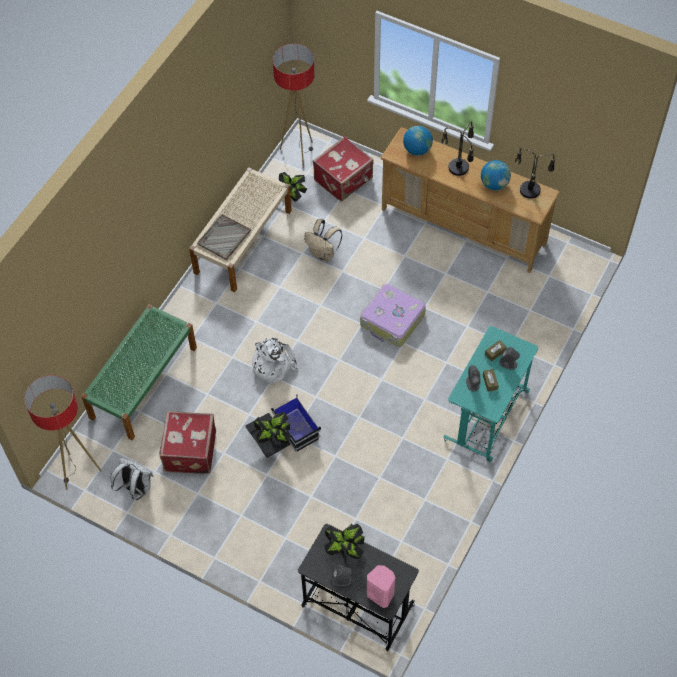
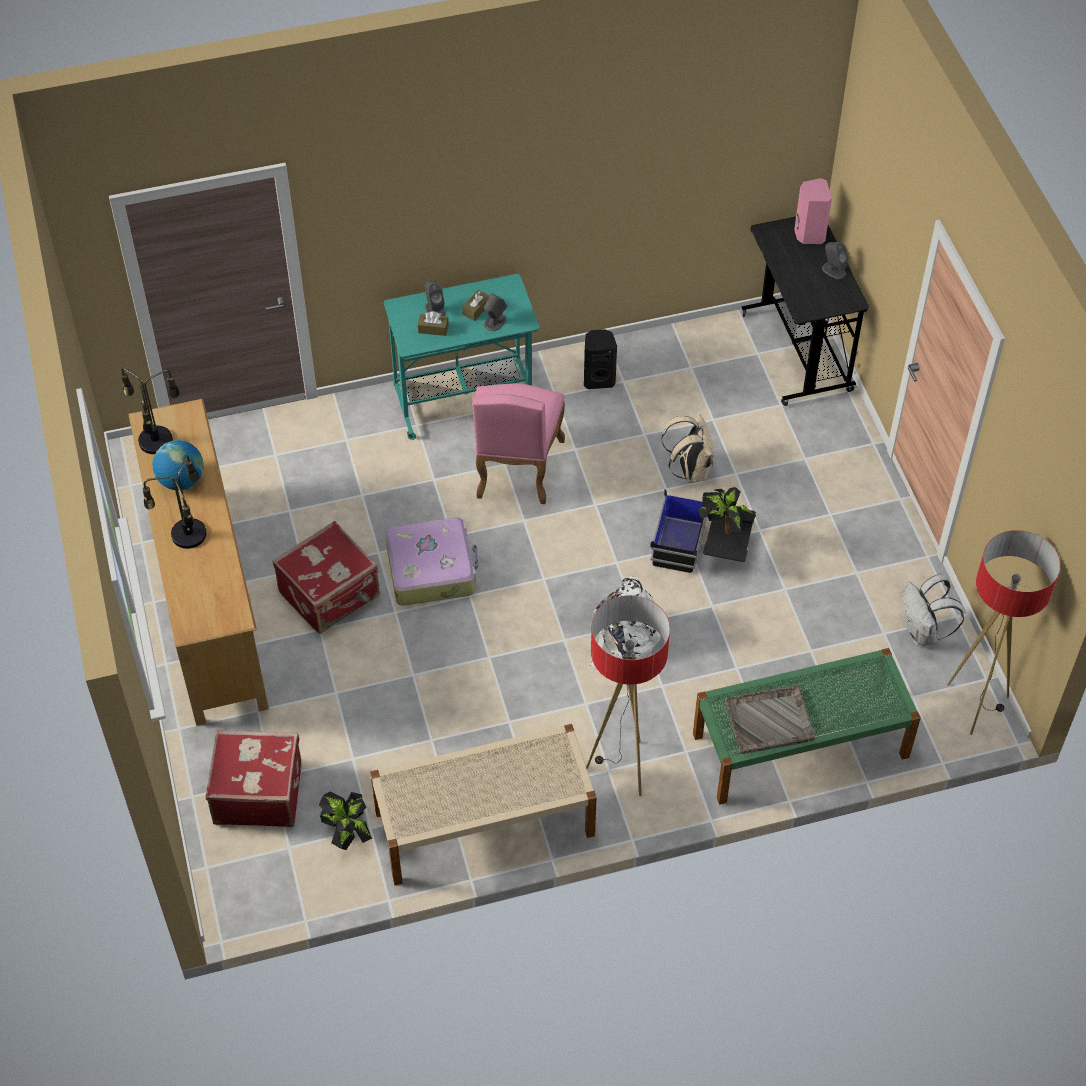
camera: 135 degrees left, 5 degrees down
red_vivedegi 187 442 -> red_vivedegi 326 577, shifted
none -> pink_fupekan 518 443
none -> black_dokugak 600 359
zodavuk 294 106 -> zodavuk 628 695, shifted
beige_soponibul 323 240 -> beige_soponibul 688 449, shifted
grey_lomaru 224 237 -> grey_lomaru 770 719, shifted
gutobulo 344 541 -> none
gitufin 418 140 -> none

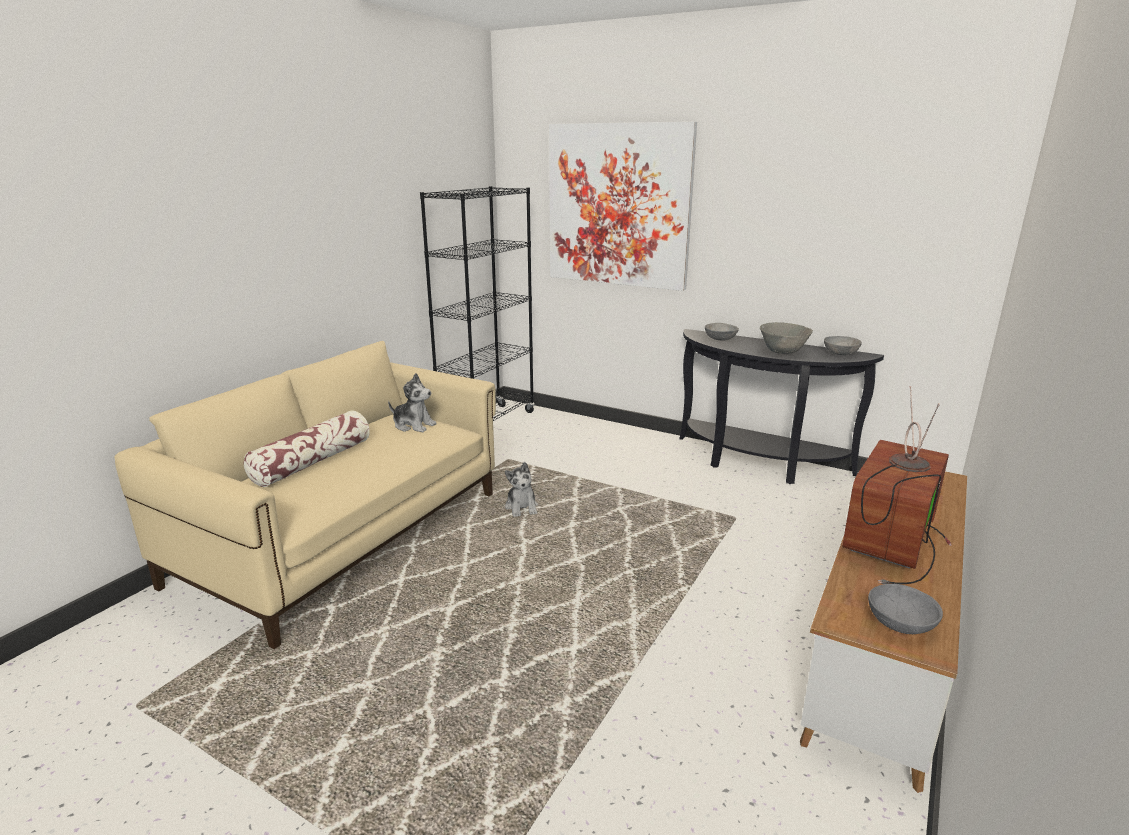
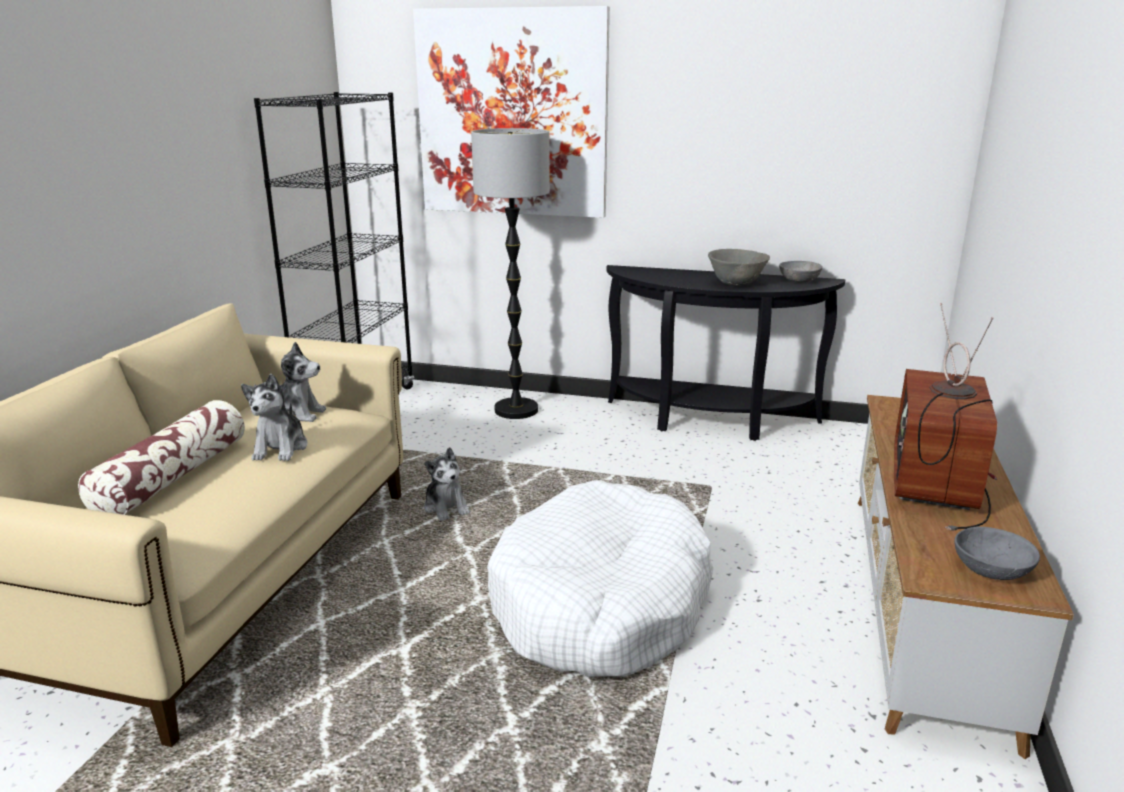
camera: 15 degrees left, 0 degrees up
none -> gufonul 274 417
none -> zodavuk 510 273
none -> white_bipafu 600 578
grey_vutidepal 722 332 -> none

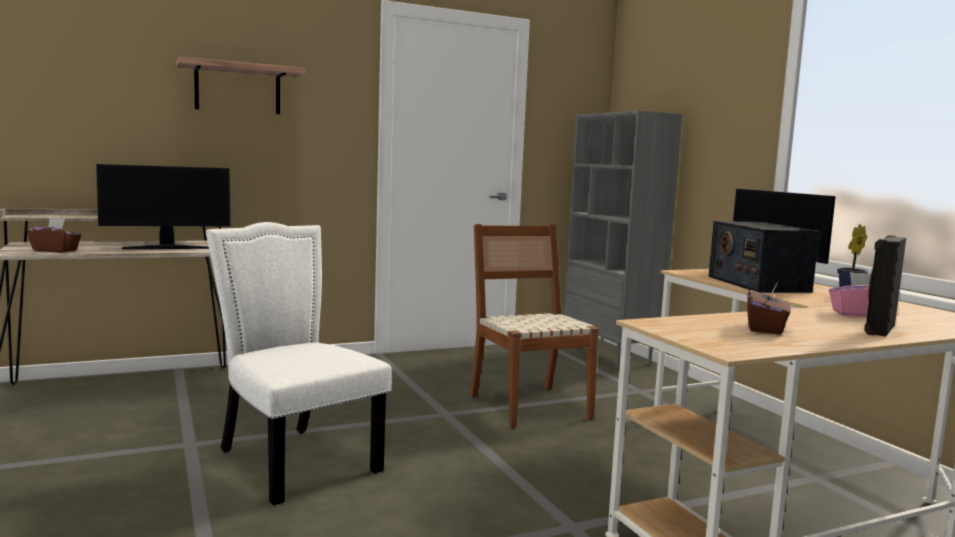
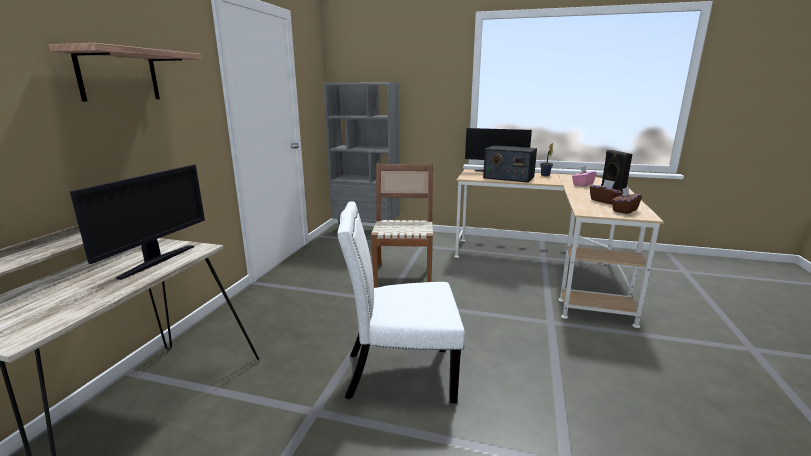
camera: 50 degrees left, 10 degrees up
fupekan 534 326 -> fupekan 402 225, 75 degrees clockwise
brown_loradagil 54 235 -> brown_loradagil 627 200, shifted

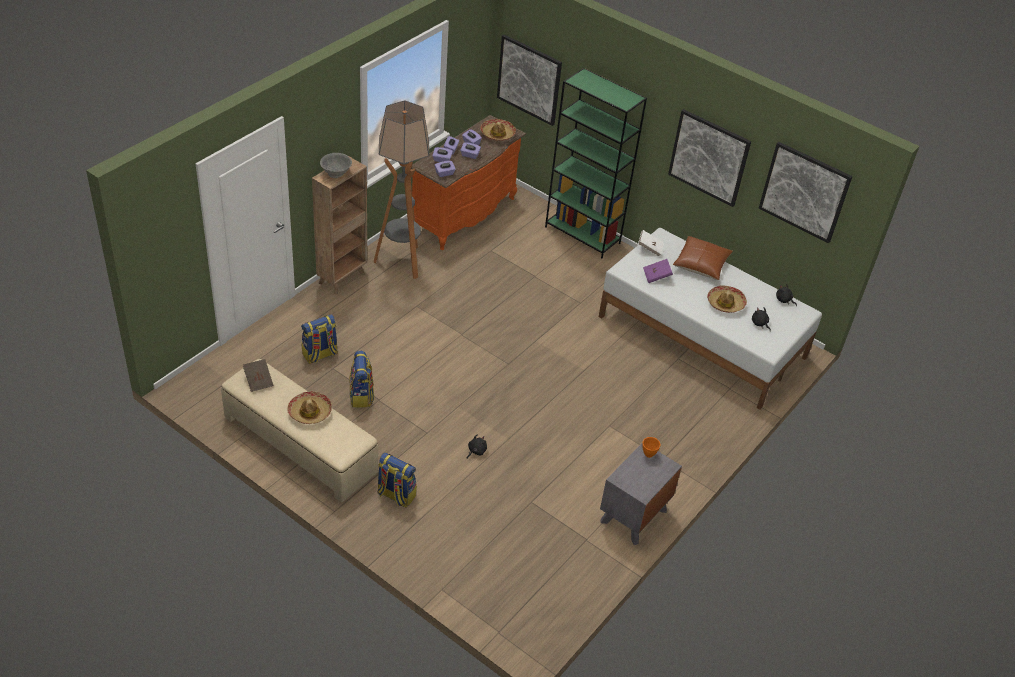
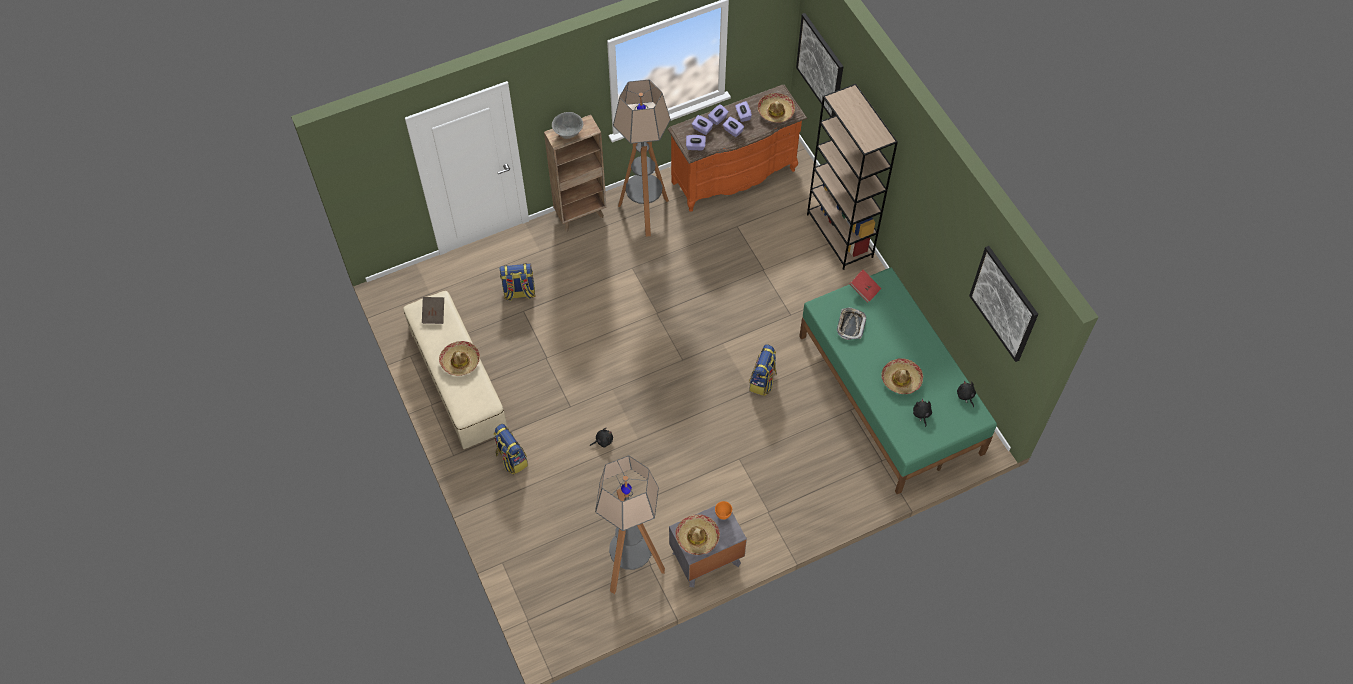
camera: 30 degrees right, 15 degrees up
none -> zodavuk 630 525
none -> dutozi 697 534
soponibul 361 379 -> soponibul 763 370, shifted
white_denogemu 710 319 -> green_denogemu 898 381
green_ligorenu 596 163 -> beige_ligorenu 852 177
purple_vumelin 658 271 -> lomaru 851 324
white_vumelin 651 243 -> red_vumelin 866 286
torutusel 709 158 -> none
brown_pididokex 703 258 -> none

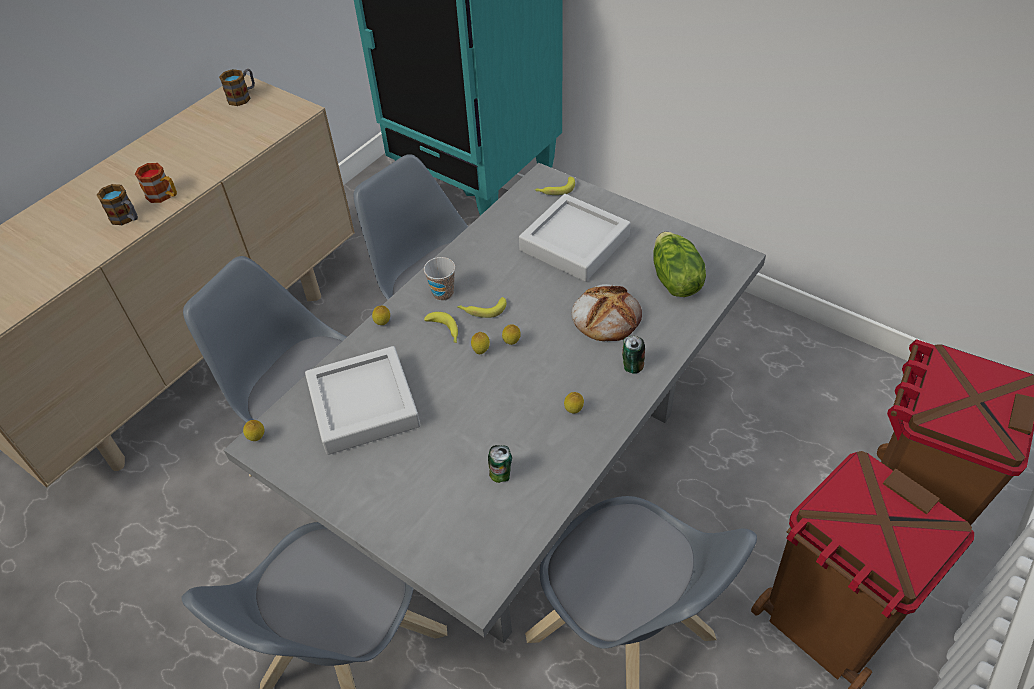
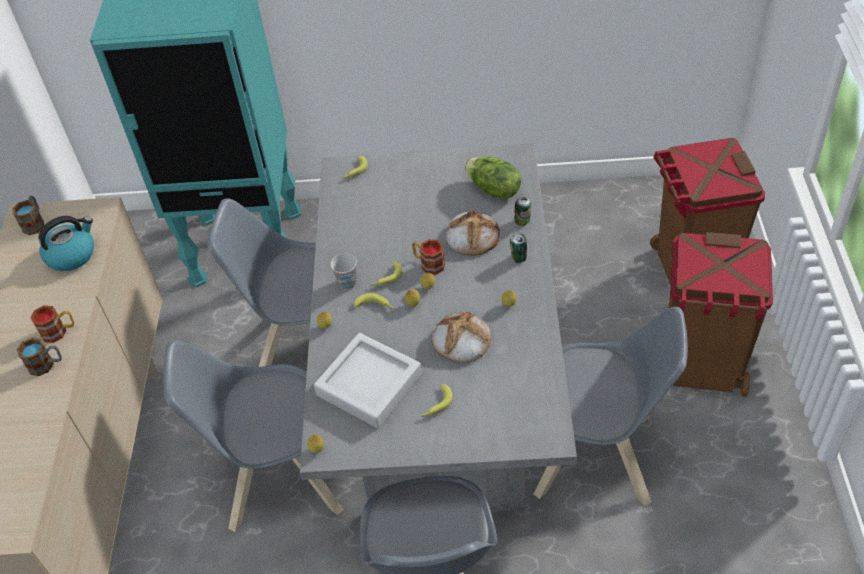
camera: 35 degrees left, 0 degrees up
none -> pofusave 66 243
none -> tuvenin 428 257
none -> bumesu 437 400
none -> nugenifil 461 337
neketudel 500 464 -> neketudel 522 211, shifted
grey_lomaru 575 238 -> none

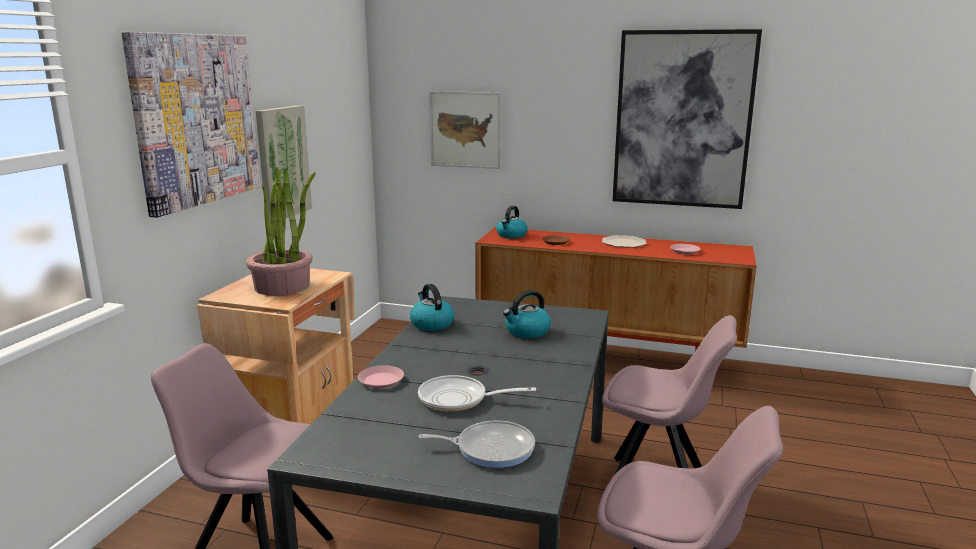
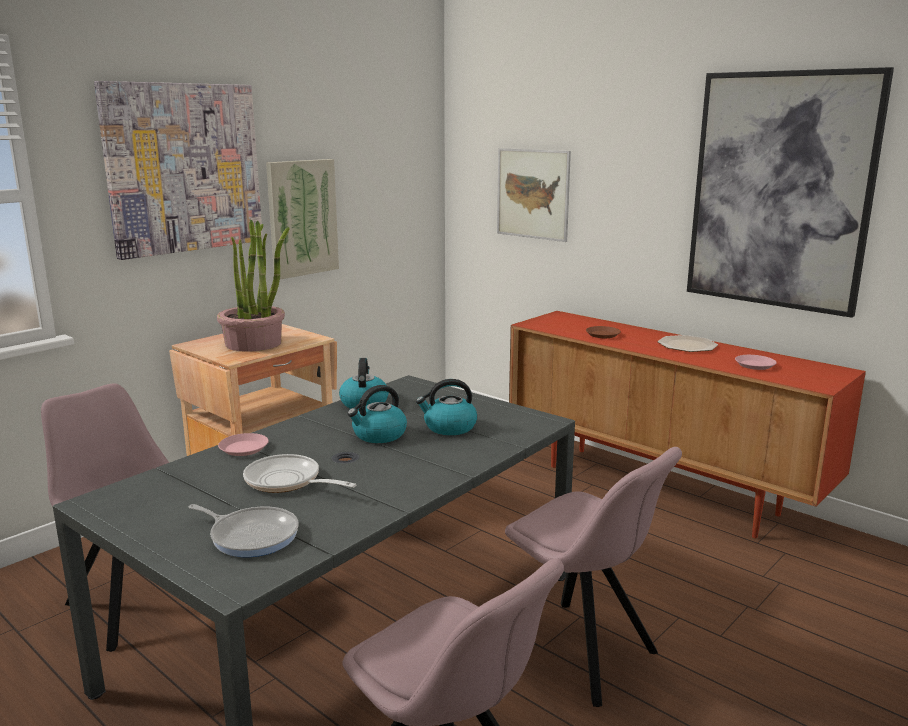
camera: 25 degrees right, 0 degrees up
pofusave 512 222 -> pofusave 377 414, shifted

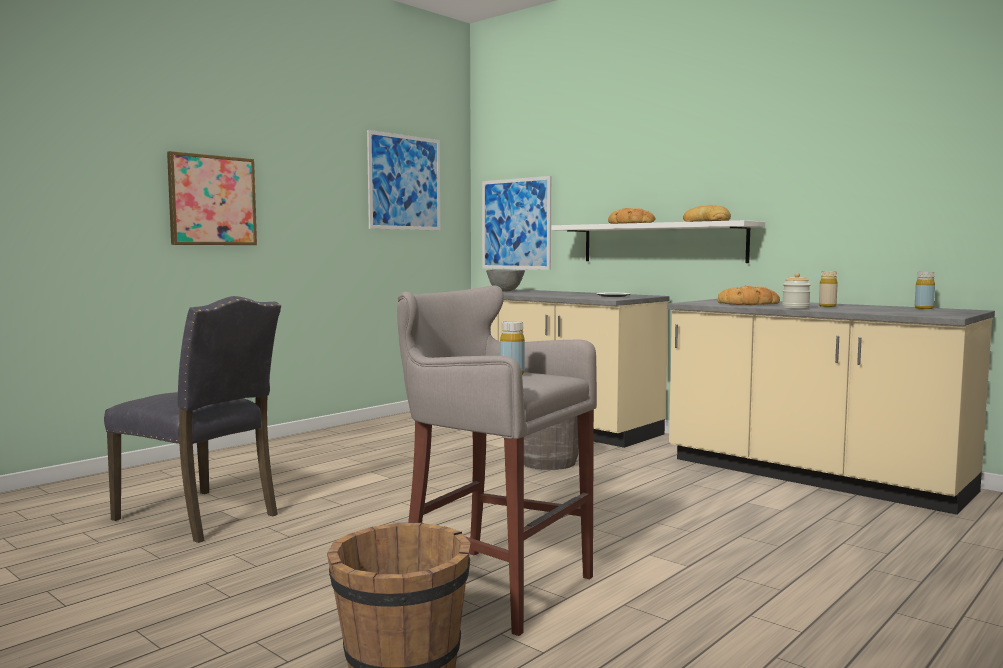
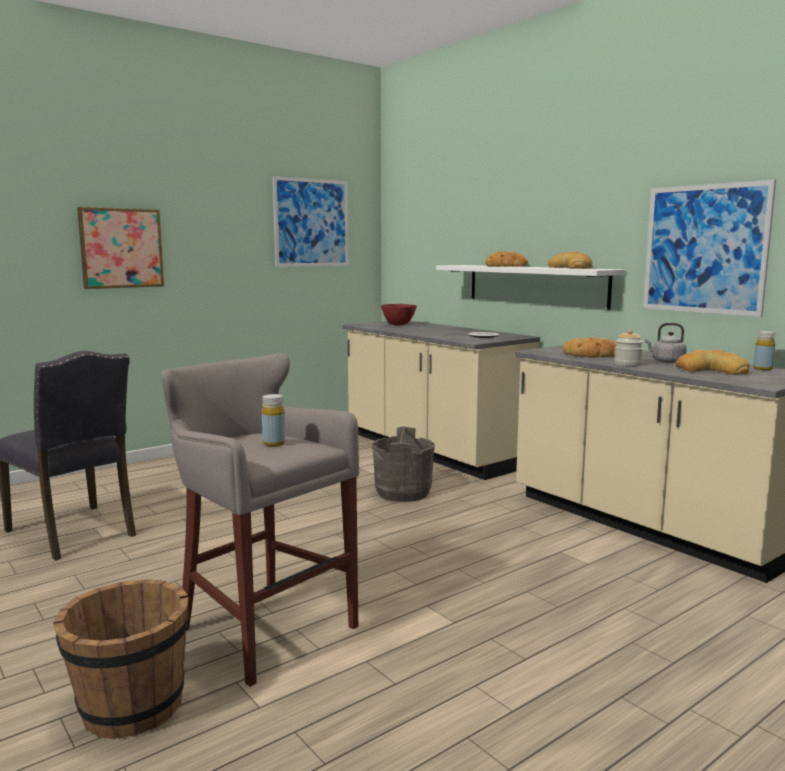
camera: 10 degrees right, 5 degrees up
grey_vutidepal 505 280 -> red_vutidepal 399 314
torutusel 516 223 -> torutusel 709 248, shifted
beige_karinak 828 289 -> grey_pofusave 666 343
none -> nugenifil 713 362

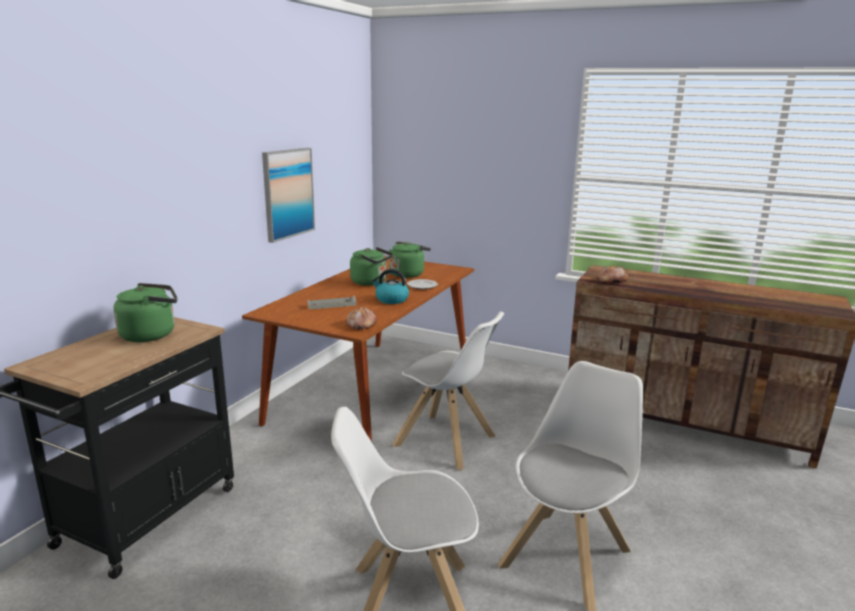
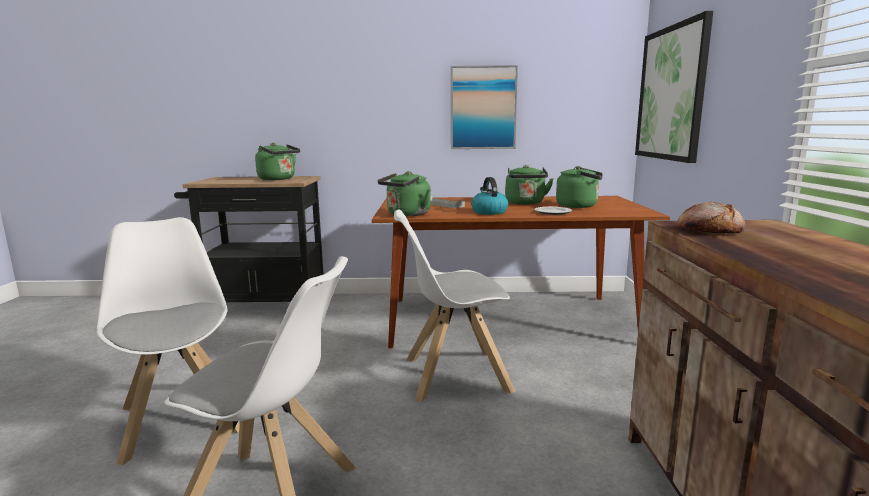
camera: 65 degrees right, 5 degrees down
nugenifil 361 318 -> green_pofusave 404 193
fupekan 448 390 -> fupekan 454 305, 75 degrees clockwise
none -> torutusel 674 87

